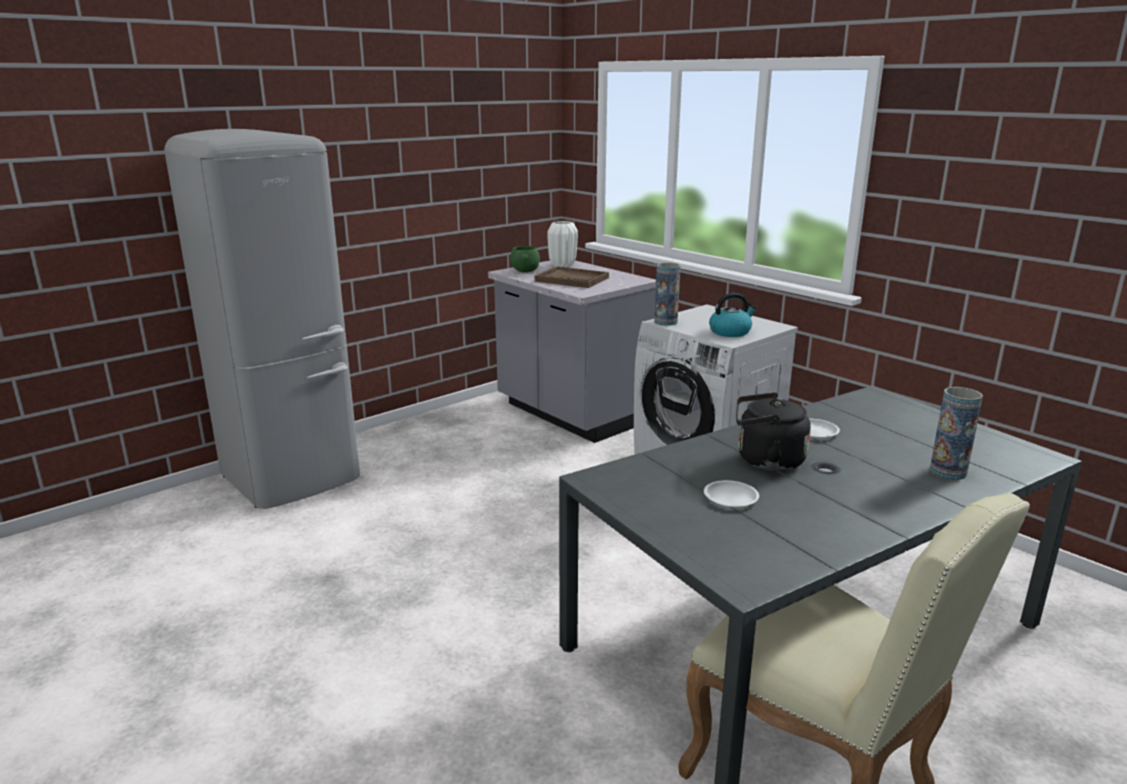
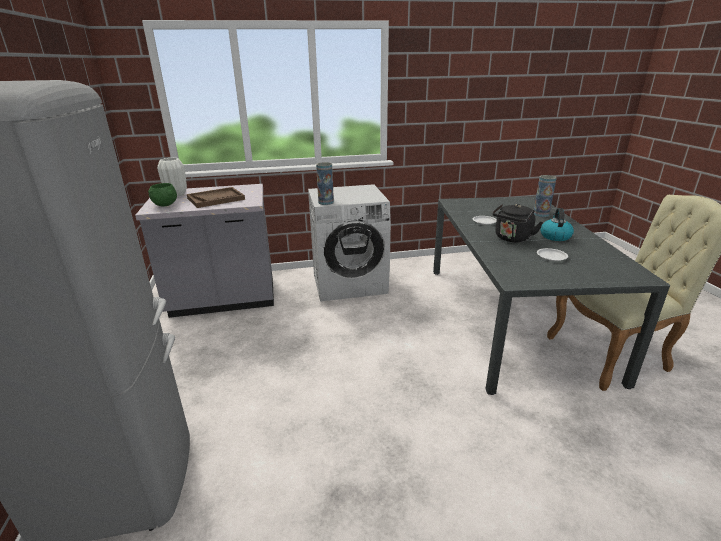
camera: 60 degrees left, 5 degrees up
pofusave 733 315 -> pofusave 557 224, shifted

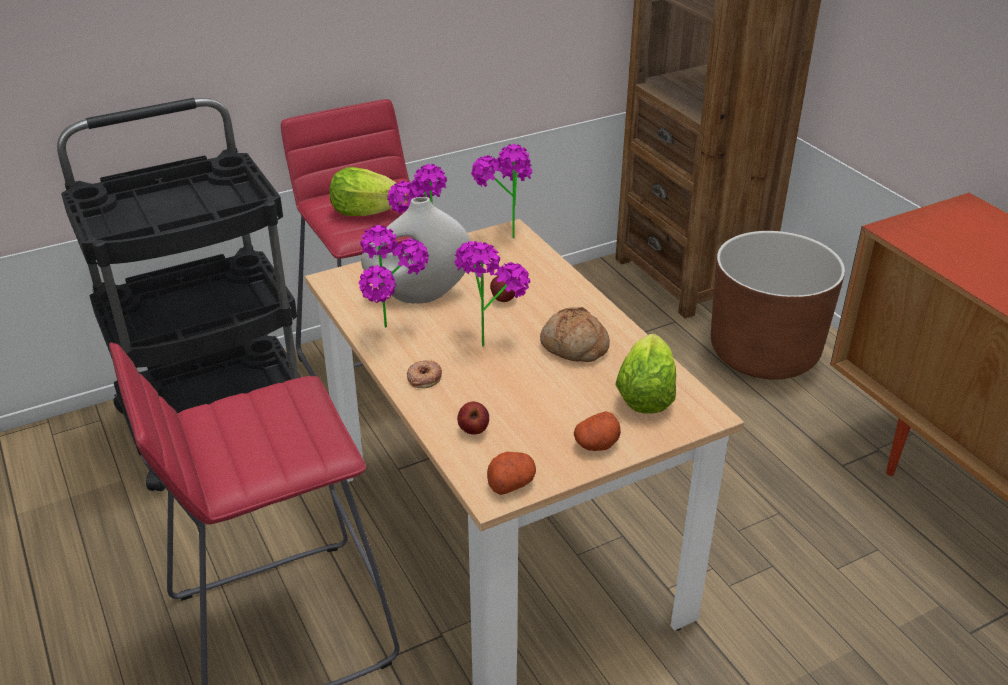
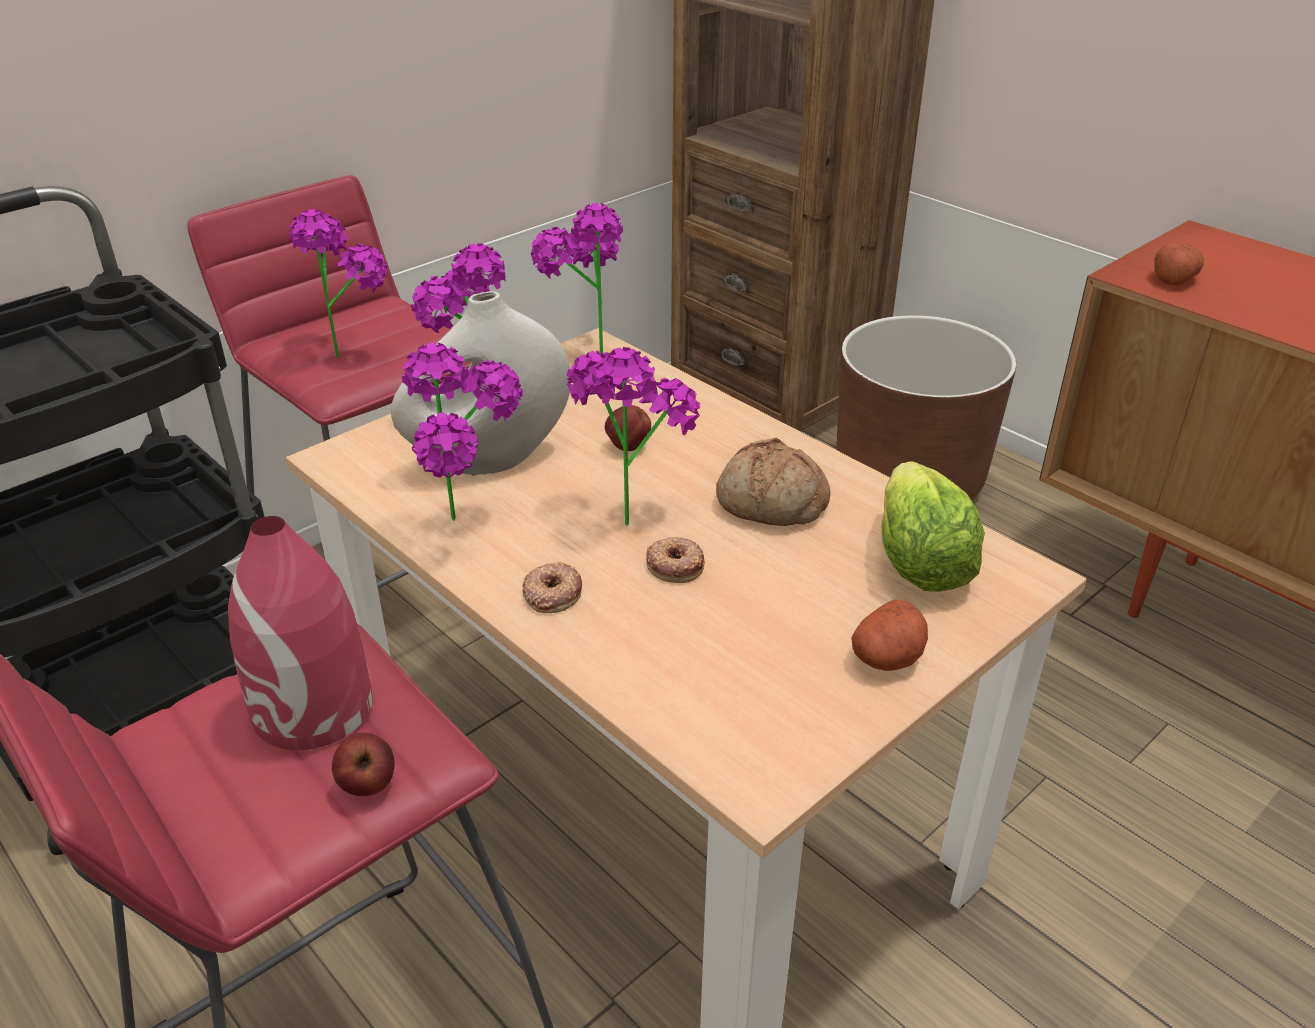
camera: 15 degrees left, 0 degrees up
none -> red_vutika 300 633
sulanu 368 191 -> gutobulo 338 283
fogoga 473 418 -> fogoga 363 764, shifted
none -> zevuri 675 560
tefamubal 511 473 -> tefamubal 1179 264, shifted

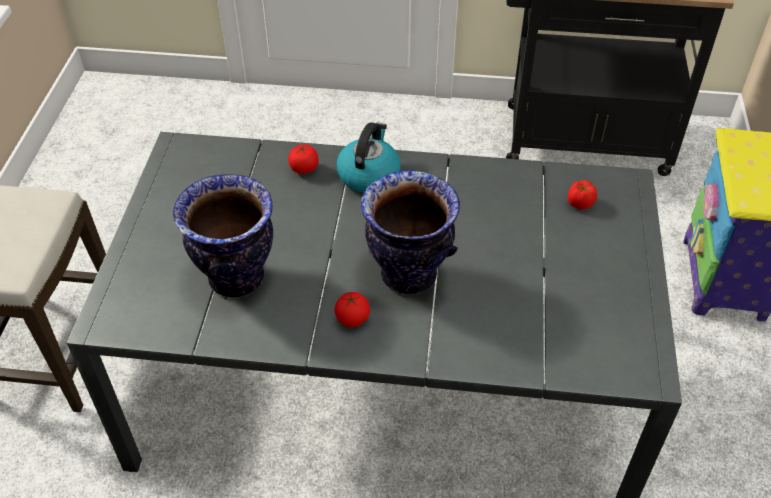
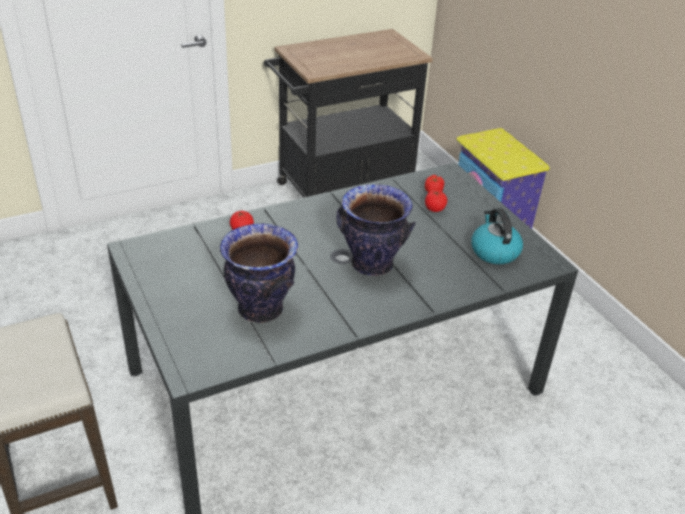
camera: 35 degrees left, 10 degrees down
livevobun 352 309 -> livevobun 436 201, shifted
pofusave 368 157 -> pofusave 497 236, shifted

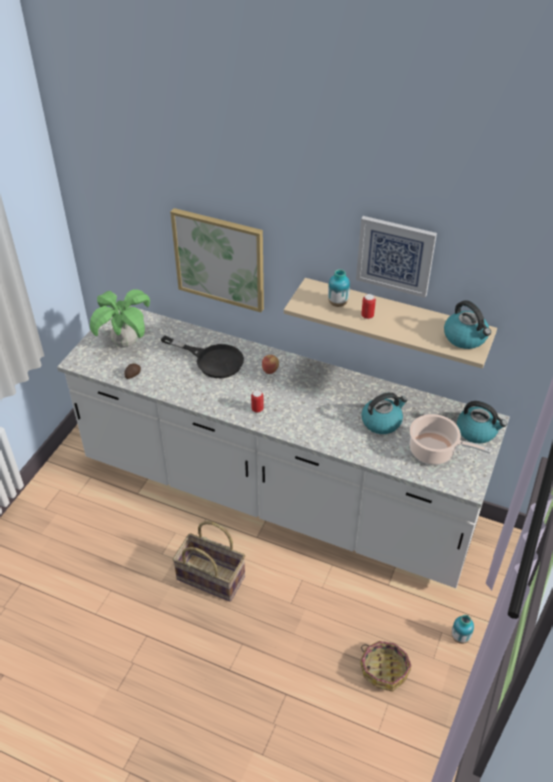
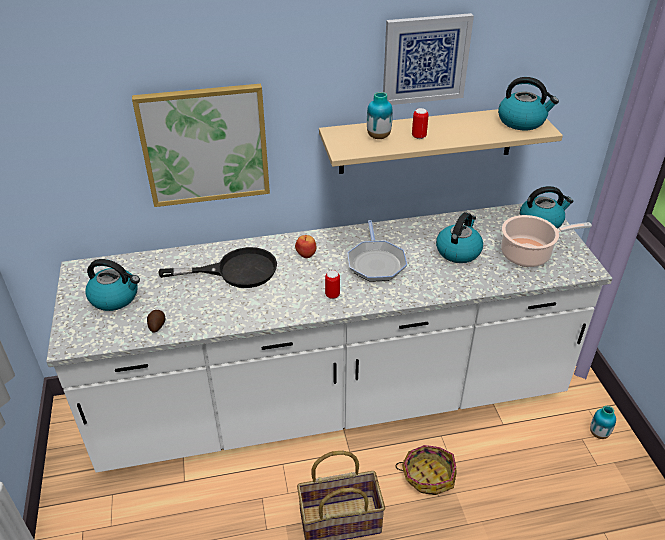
camera: 35 degrees left, 5 degrees down
gutobulo 120 318 -> pofusave 112 285
none -> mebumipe 377 250
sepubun 386 666 -> sepubun 426 470, shifted

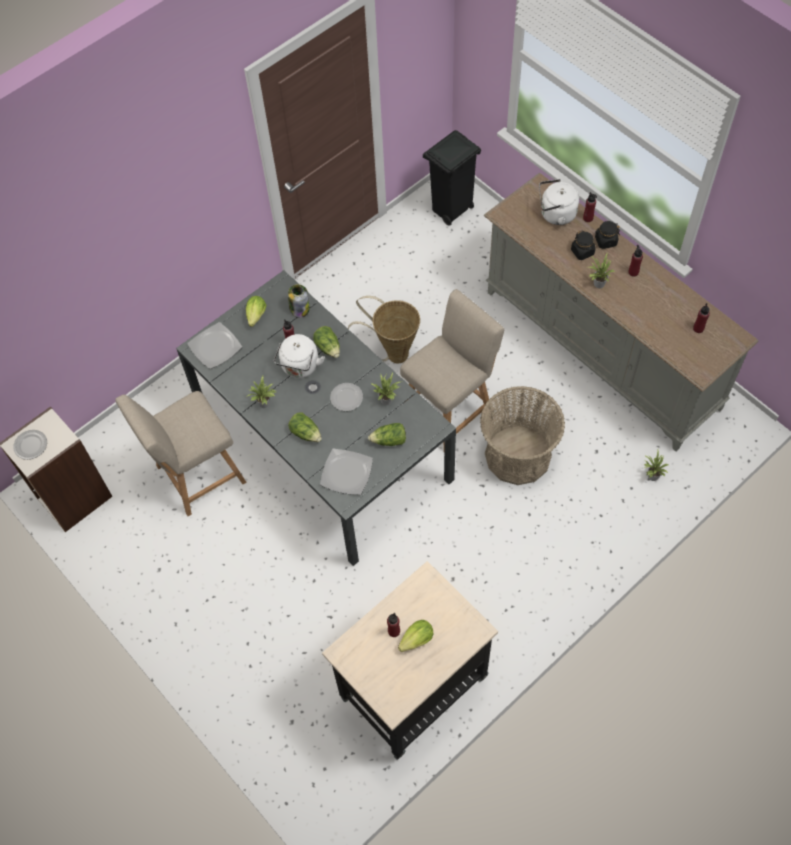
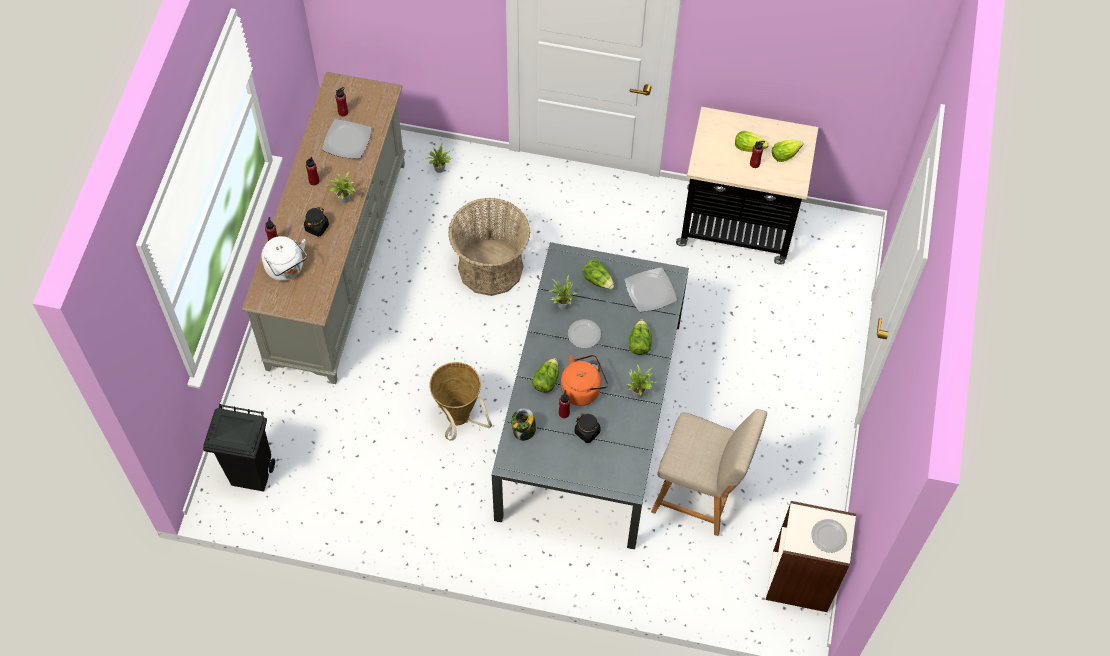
camera: 130 degrees left, 0 degrees up
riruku 214 345 -> riruku 347 139, shifted
white_pofusave 299 356 -> orange_pofusave 584 380
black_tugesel 607 235 -> black_tugesel 588 428, shifted
sulanu 256 311 -> sulanu 787 151, shifted
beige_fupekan 452 368 -> none

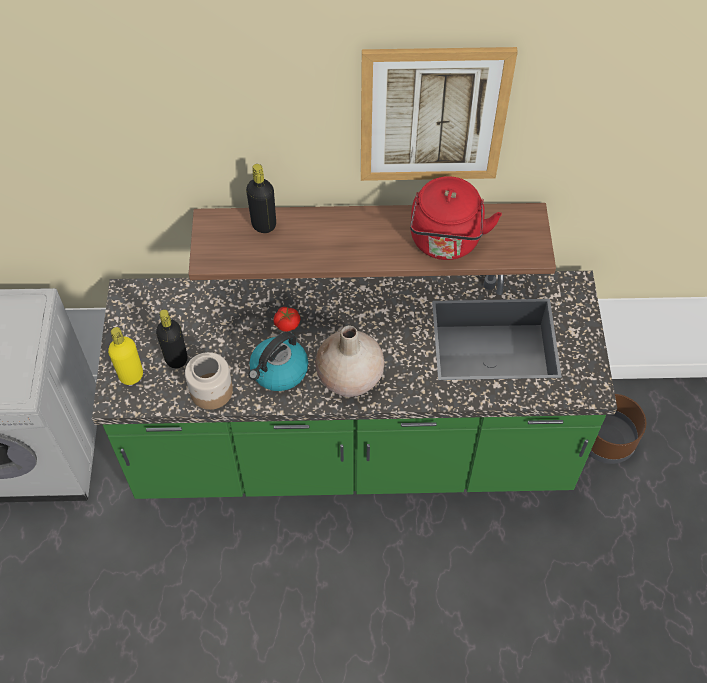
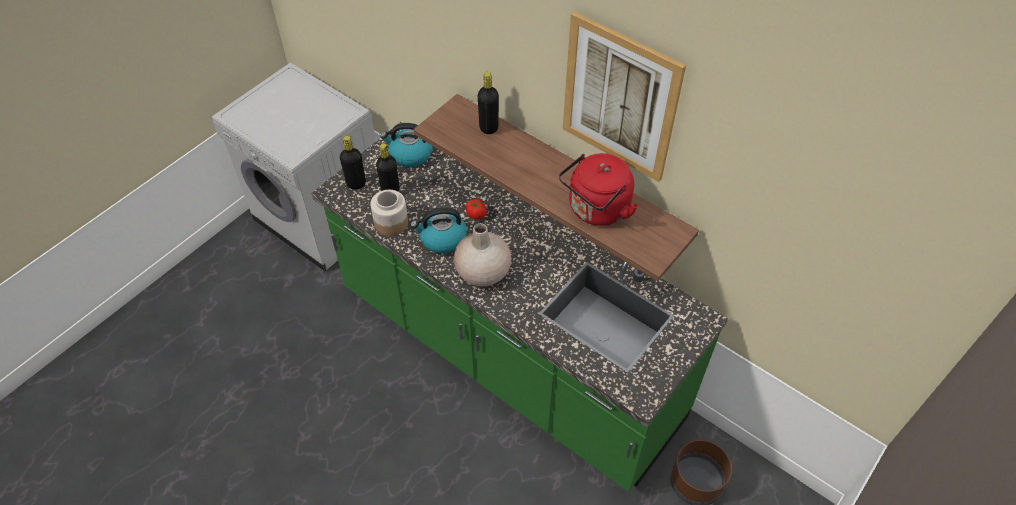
camera: 40 degrees right, 5 degrees down
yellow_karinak 125 356 -> black_karinak 353 163
none -> pofusave 406 145

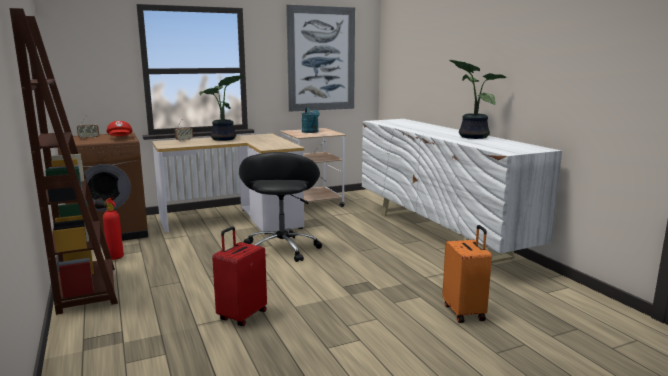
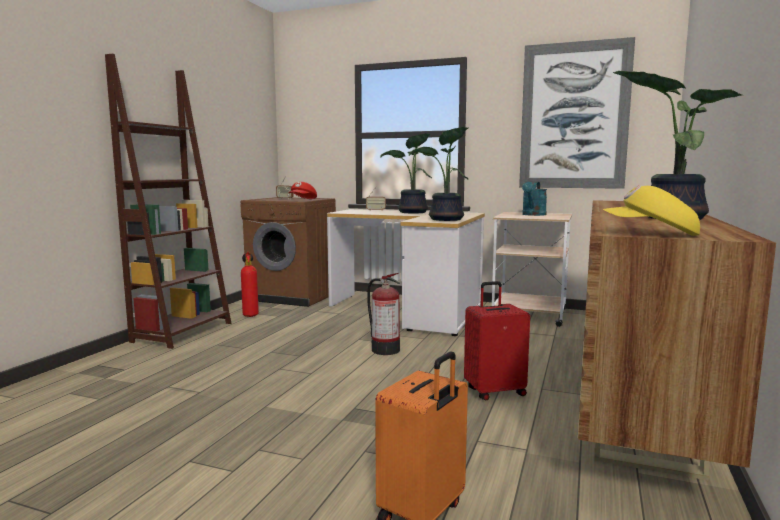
camera: 45 degrees right, 5 degrees down
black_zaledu 280 207 -> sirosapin 383 314
none -> gutobulo 439 174
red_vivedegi 239 276 -> red_vivedegi 497 341, shifted
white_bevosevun 462 191 -> brown_bevosevun 677 340
none -> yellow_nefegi 651 210

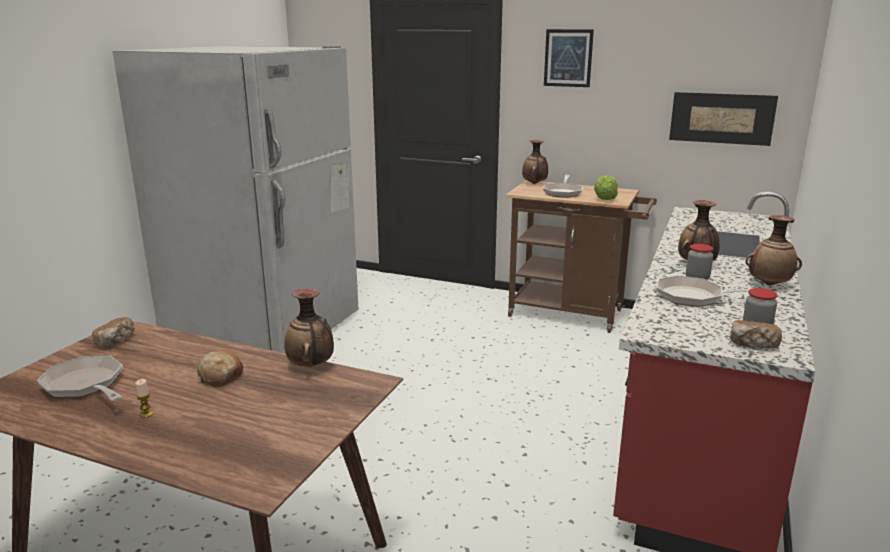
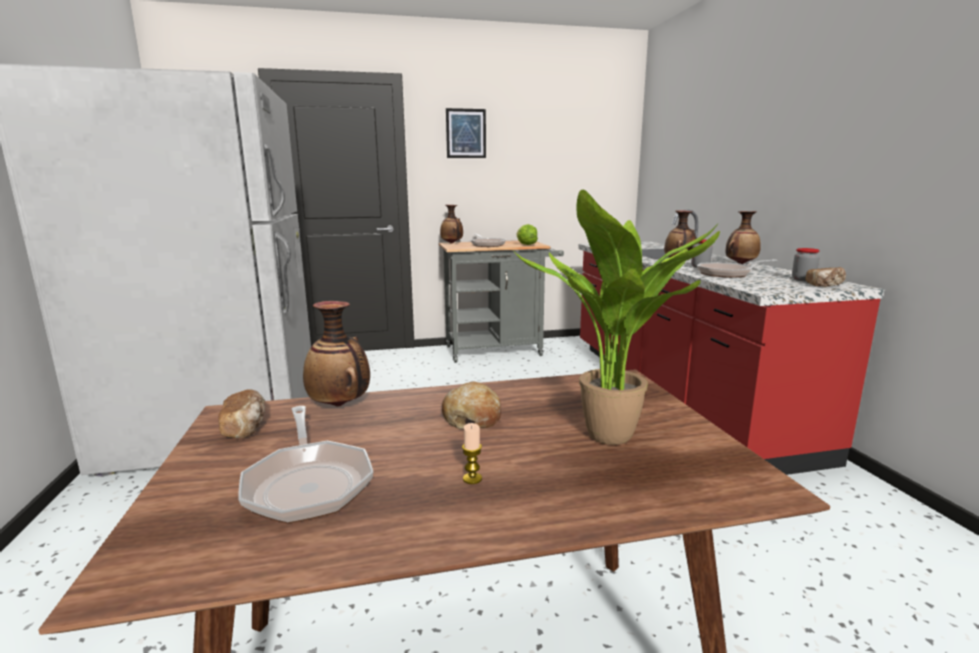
camera: 35 degrees left, 5 degrees down
mebumipe 80 378 -> mebumipe 305 465, 120 degrees counterclockwise
vutika 309 327 -> vutika 336 354, shifted
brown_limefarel 581 256 -> grey_limefarel 501 301
none -> gutobulo 616 317
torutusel 723 119 -> none

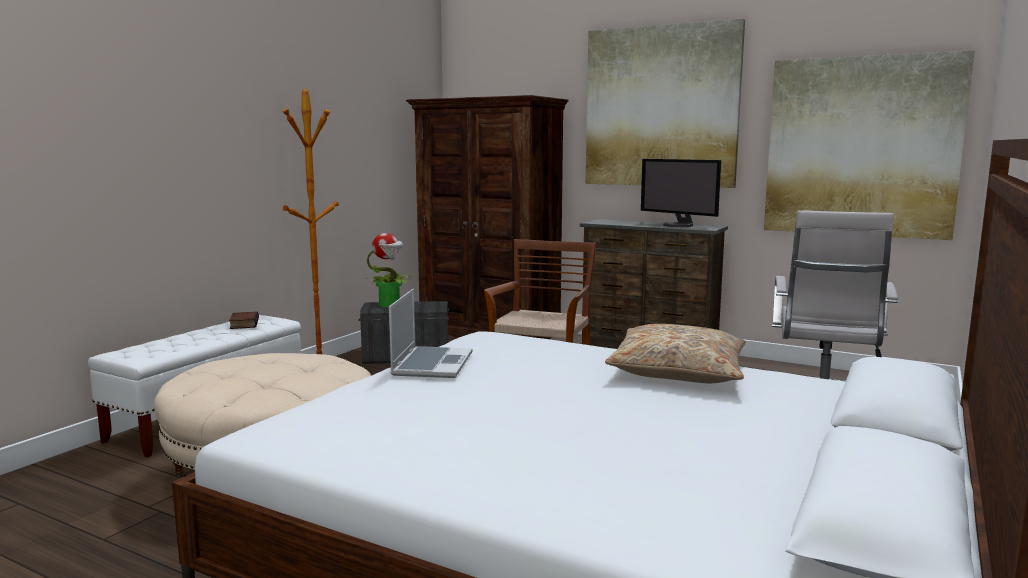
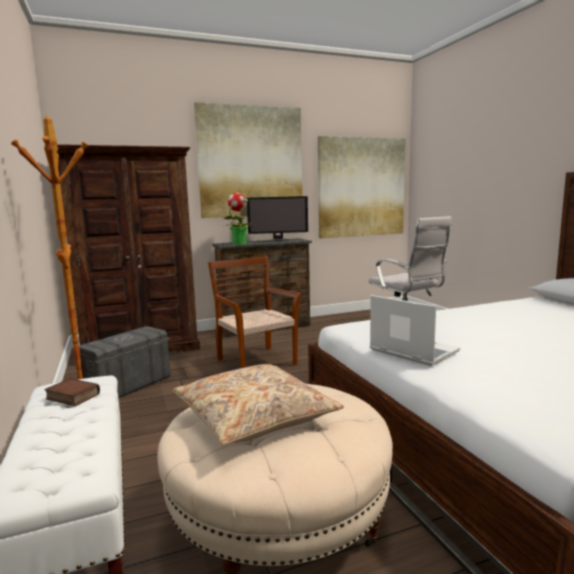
camera: 50 degrees left, 0 degrees up
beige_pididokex 675 353 -> beige_pididokex 258 405, shifted
gutobulo 389 270 -> gutobulo 239 219, shifted

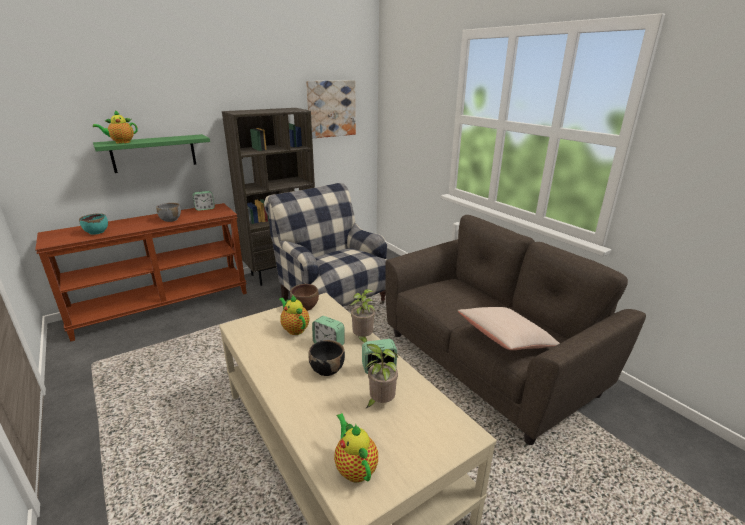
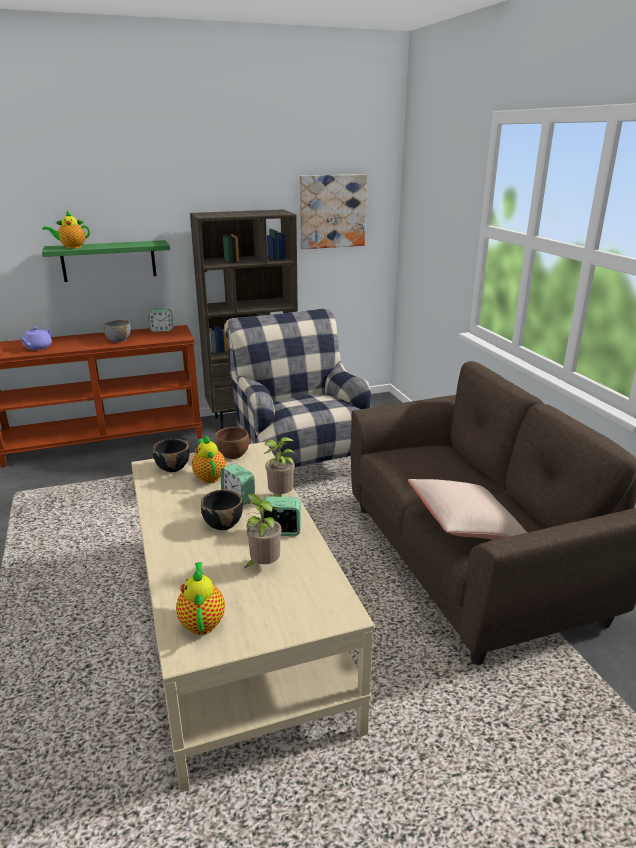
camera: 15 degrees right, 0 degrees up
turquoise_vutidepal 93 224 -> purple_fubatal 36 338
none -> black_vutidepal 171 455

